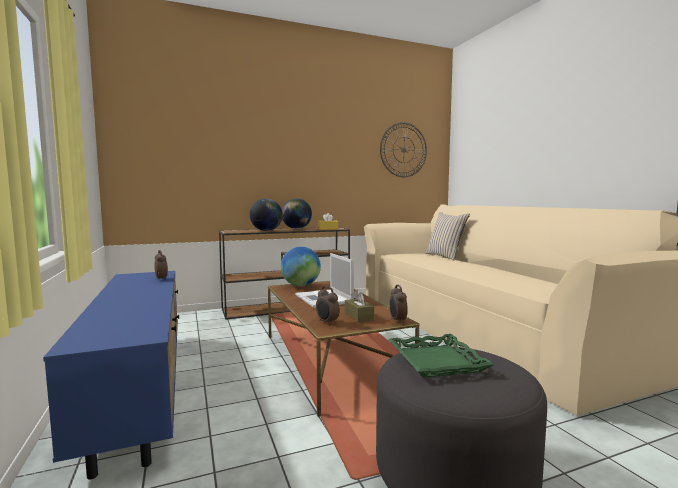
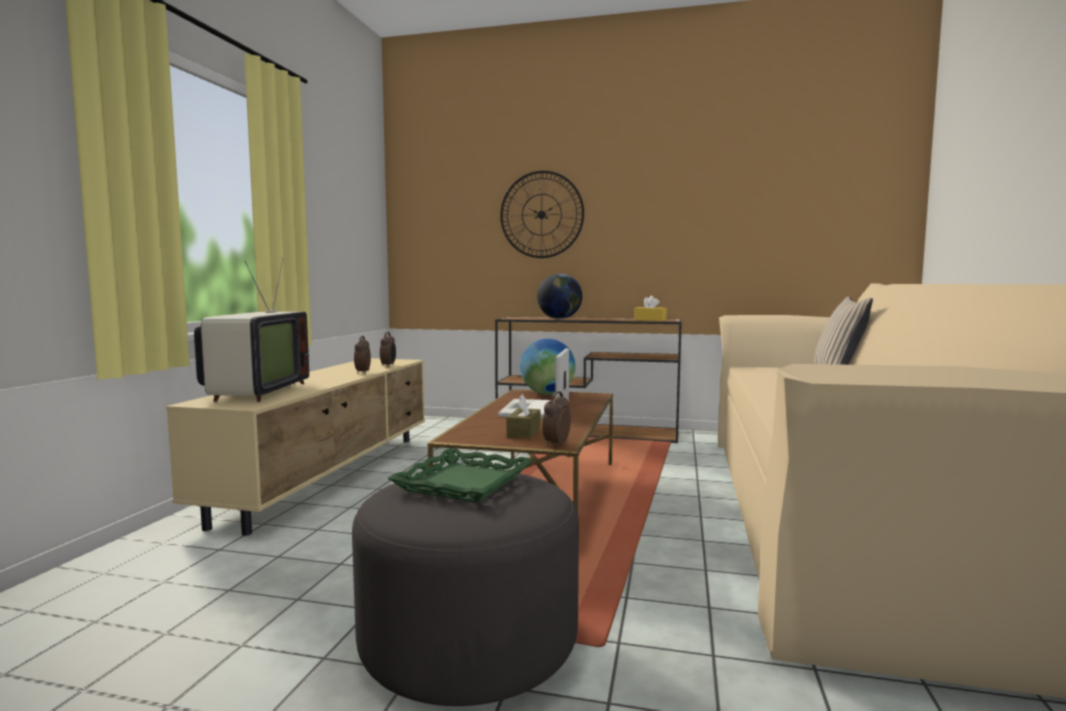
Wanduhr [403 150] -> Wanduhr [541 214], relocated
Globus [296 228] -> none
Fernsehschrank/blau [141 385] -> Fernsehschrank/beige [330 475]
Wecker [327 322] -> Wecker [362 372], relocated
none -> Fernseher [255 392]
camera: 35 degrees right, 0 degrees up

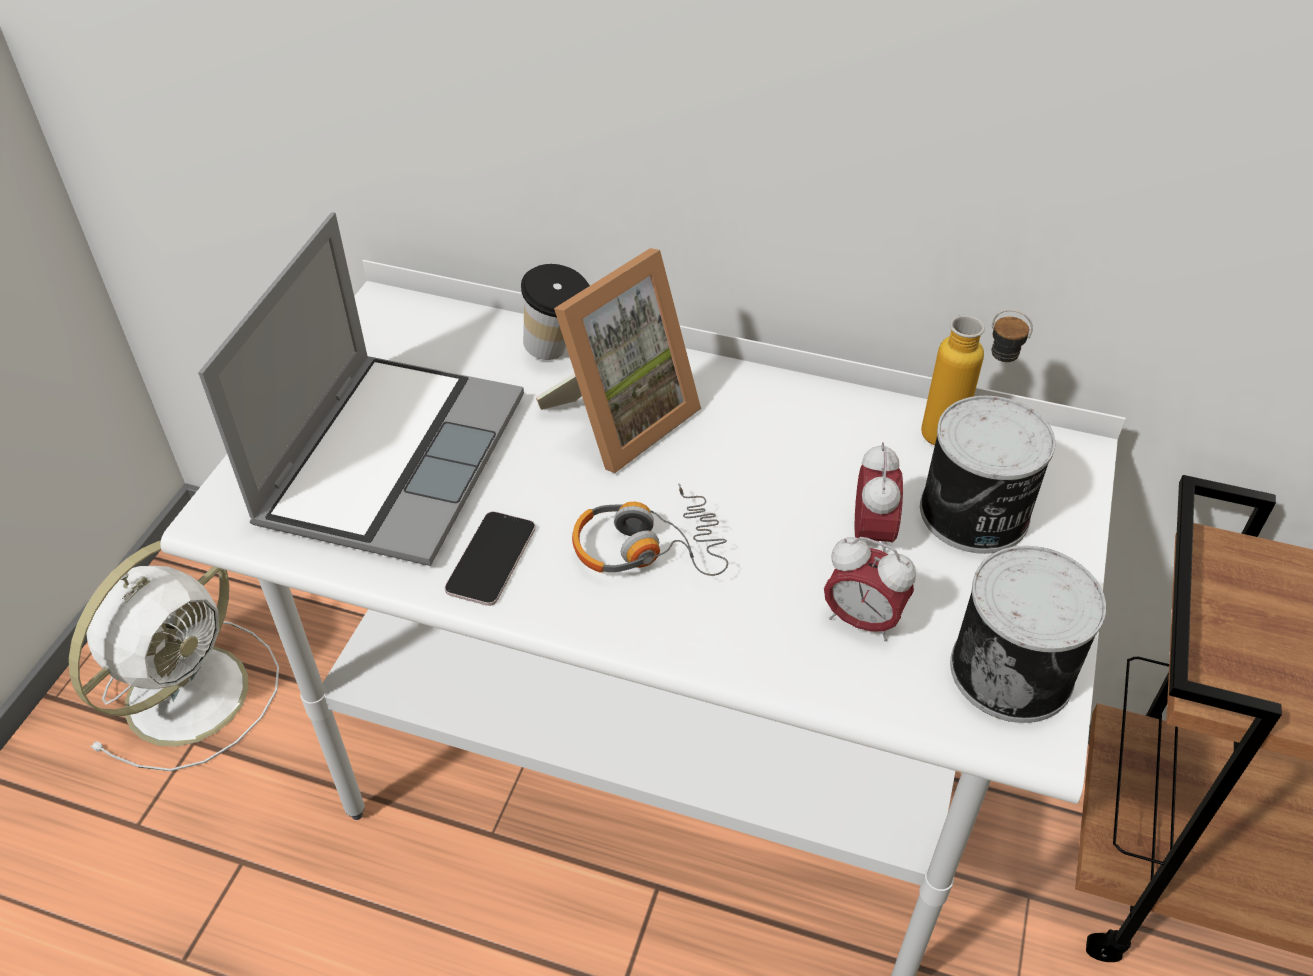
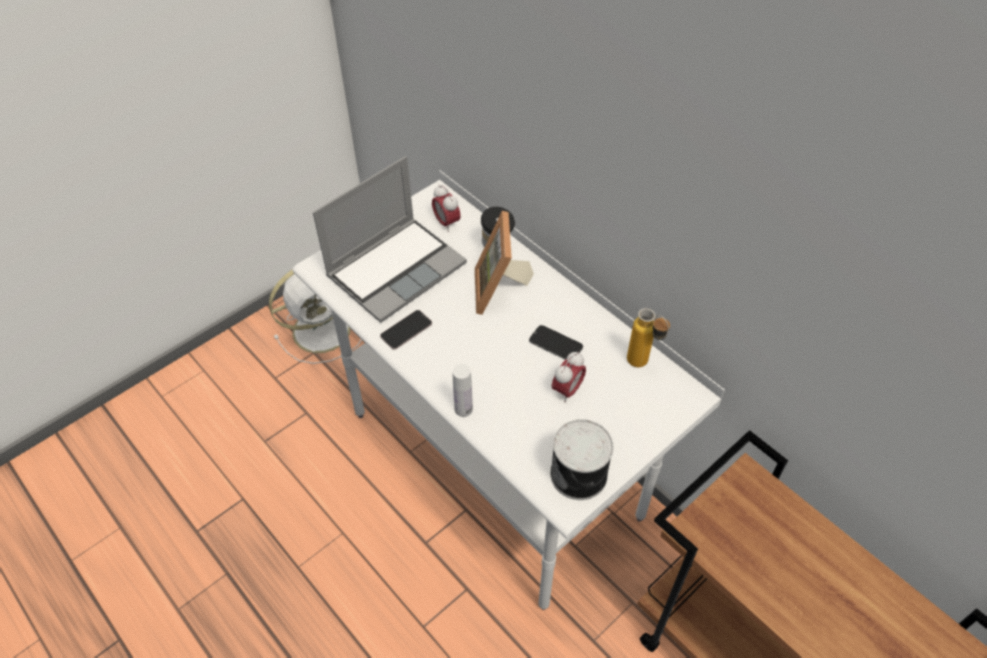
Bilderrahmen [620 418] -> Bilderrahmen [500 290], 105 degrees clockwise
Dose [975 515] -> none
Kopfhörer [648 548] -> none
Wecker [861 620] -> Wecker [446 223], relocated
none -> Handy [555 344]
none -> Flasche/weiß [463 409]
camera: 30 degrees right, 5 degrees up

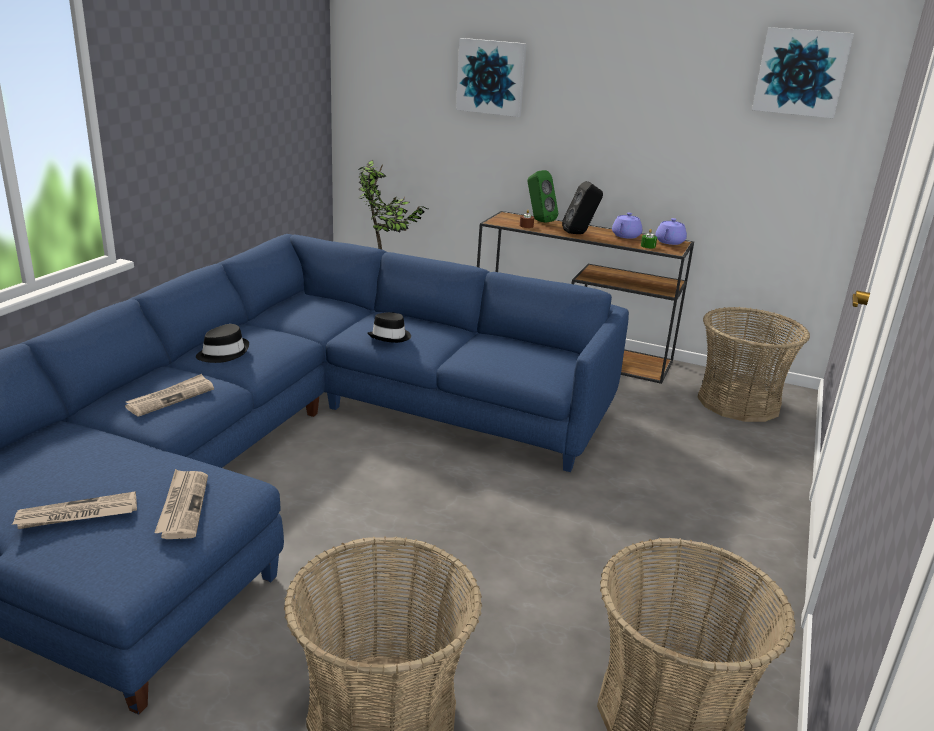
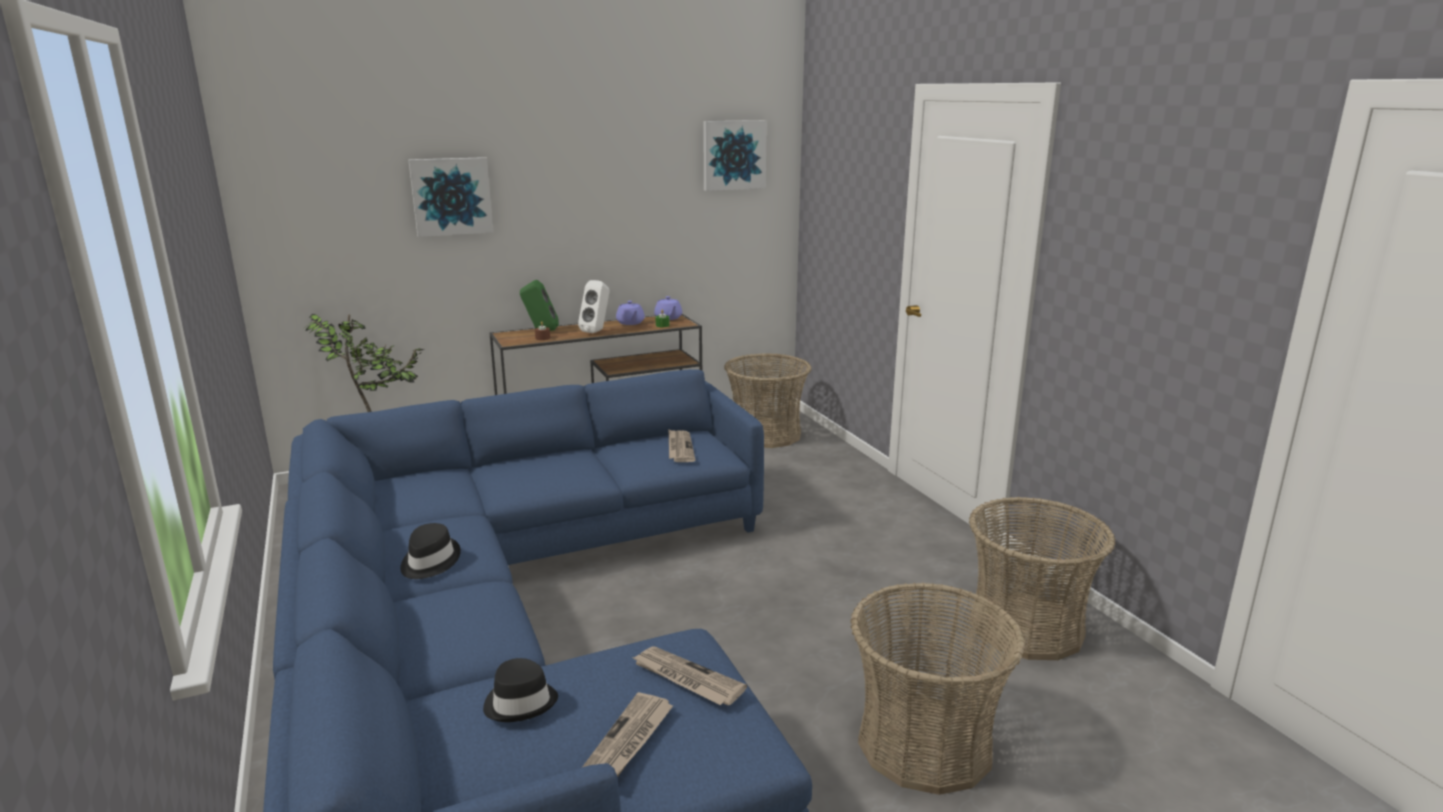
Lautsprecher/schwarz [580 234] -> Lautsprecher/weiß [597 331]
Hut/schwarz [390 336] -> Hut/schwarz [521 702], relocated
Zeitung [171 397] -> Zeitung [679 448], relocated
camera: 45 degrees left, 5 degrees down

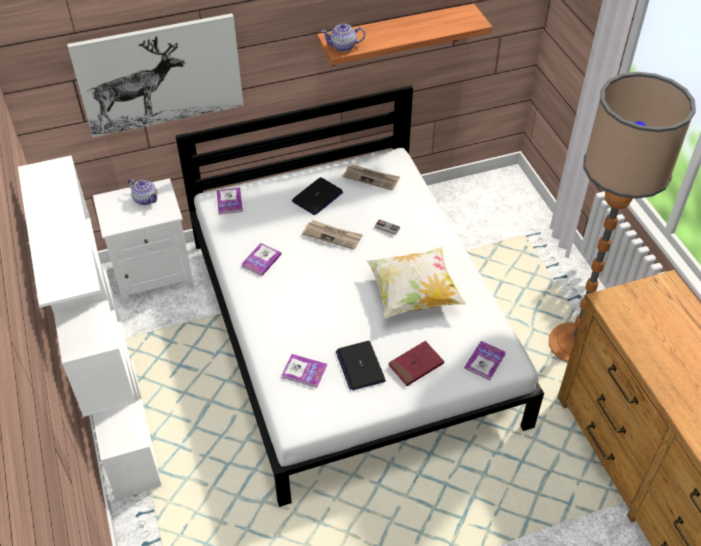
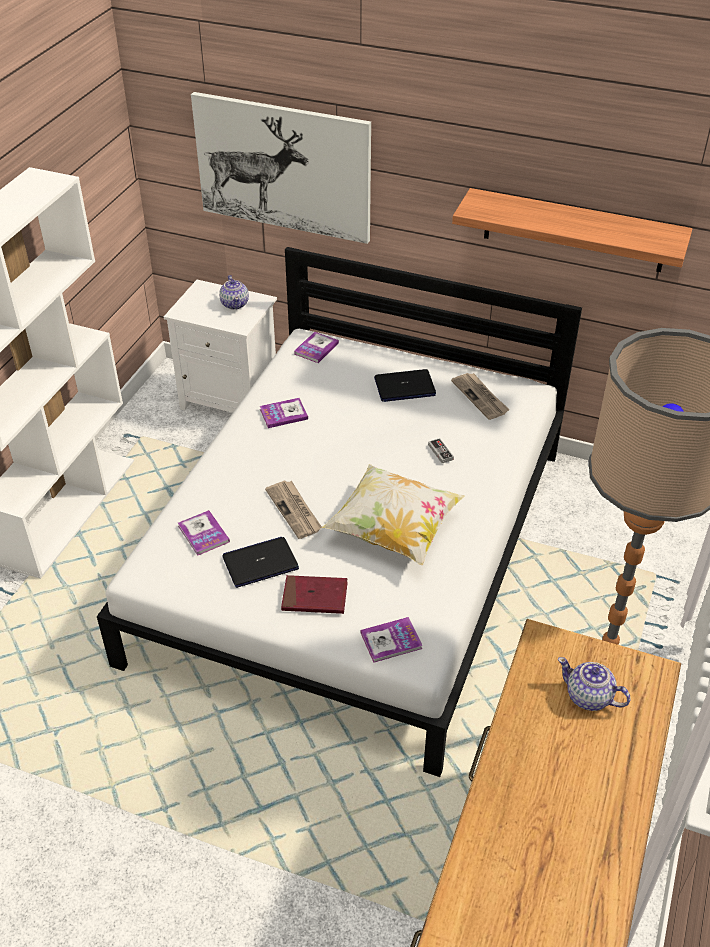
Teekanne [343 47] -> Teekanne [589 697], relocated
Zeitung [332 236] -> Zeitung [294 510], relocated
Laptop [360 366] -> Laptop [260 563], 45 degrees clockwise
camera: 40 degrees right, 5 degrees down

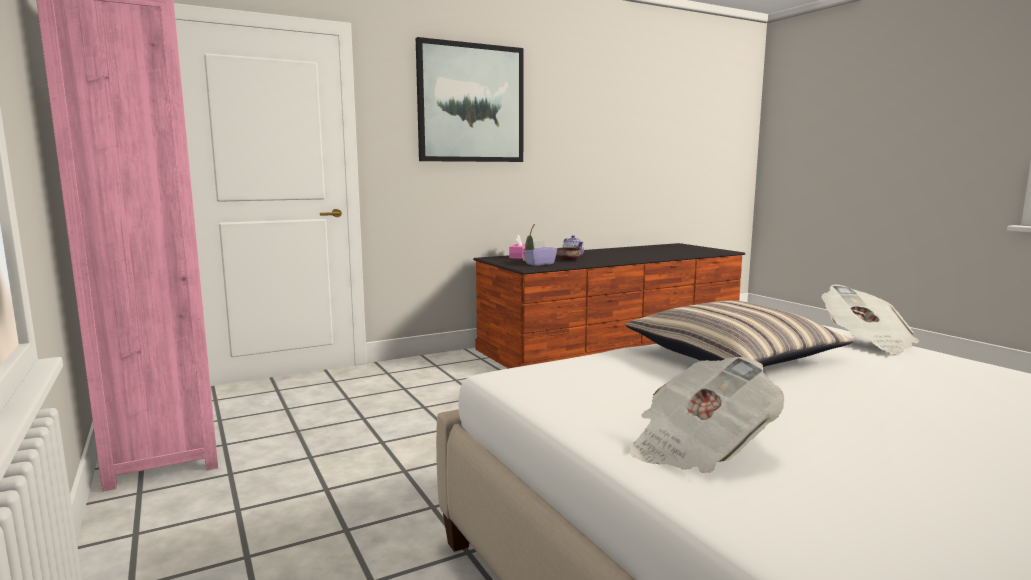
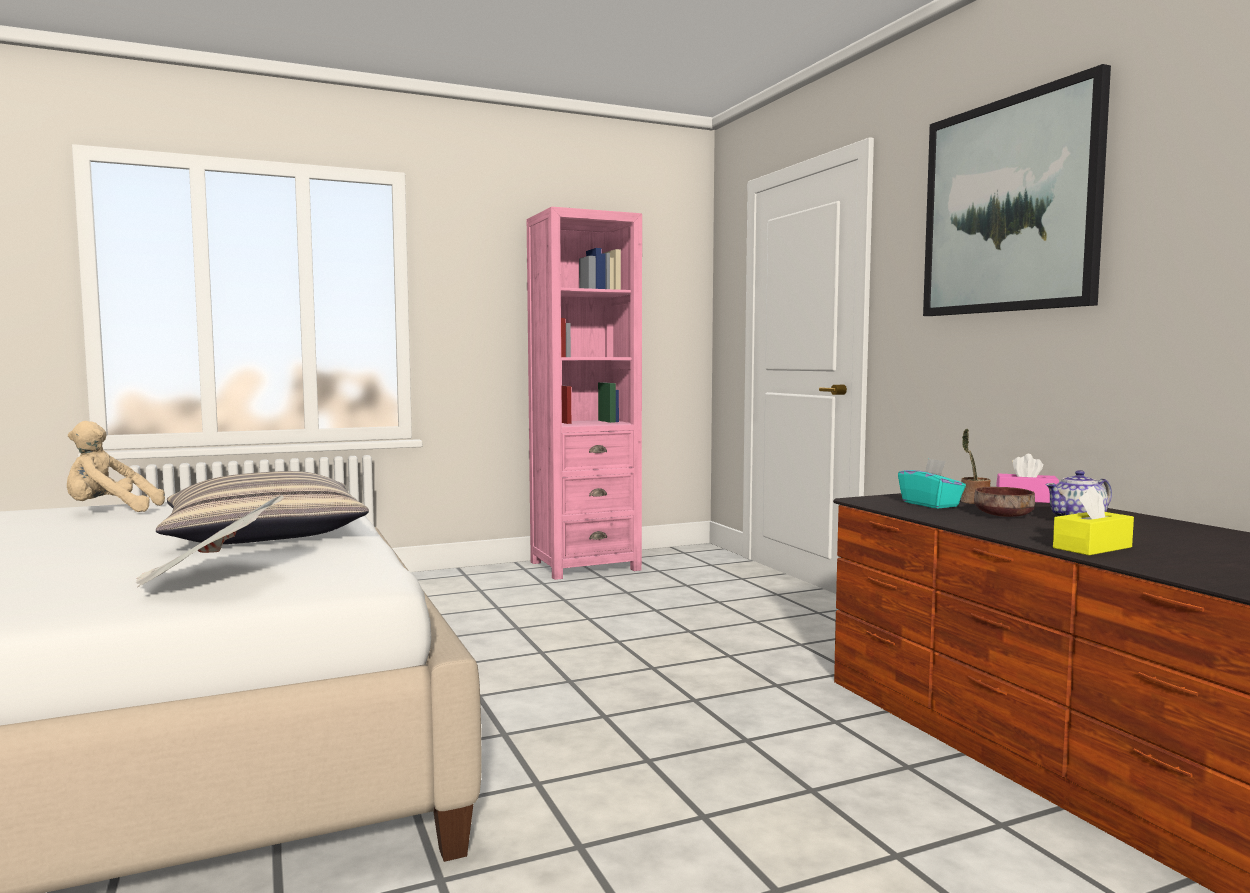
Taschentuchbox/lila [540 264] -> Taschentuchbox/türkis [930 504]
Zeitung [698 448] -> Plüschtier/beige [108 511]
none -> Taschentuchbox/gelb [1092 547]
camera: 95 degrees right, 5 degrees down

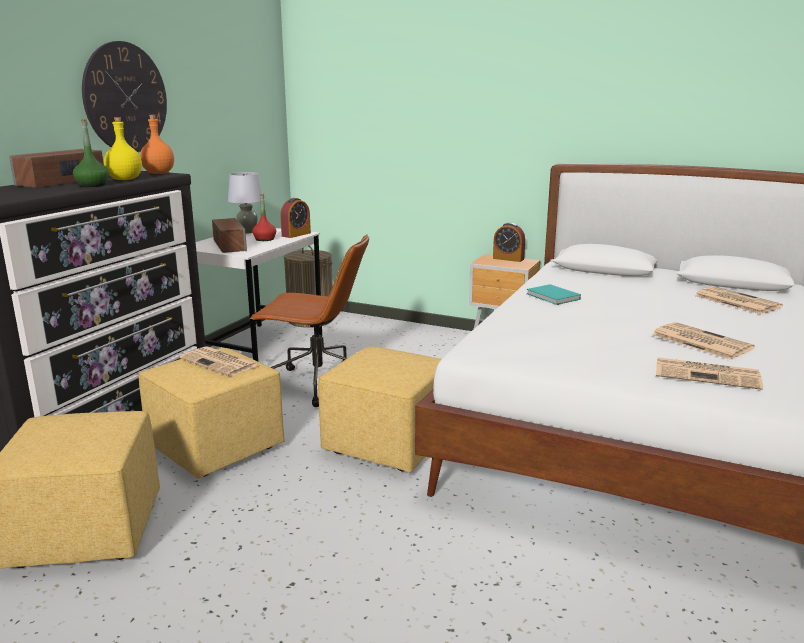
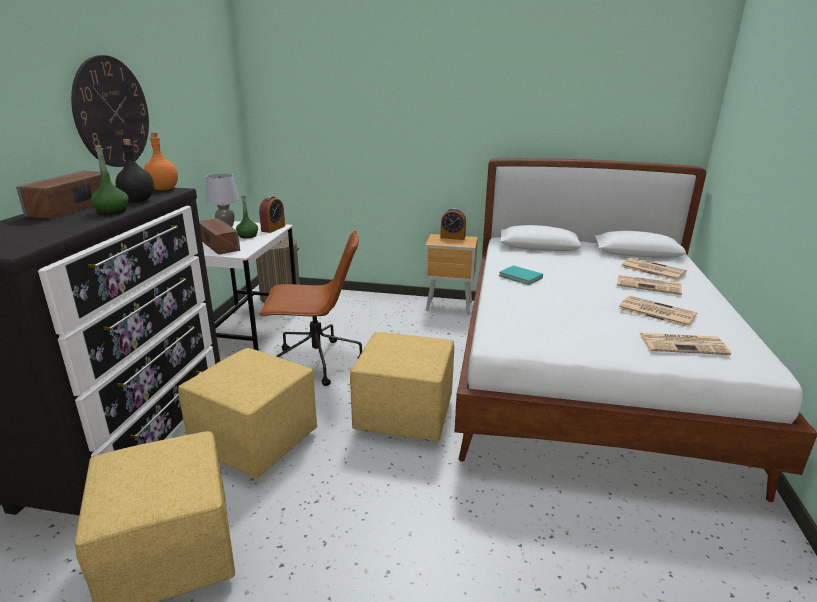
Flasche/gelb [125 179] -> Flasche/schwarz [138 200]
Flasche/rot [264 239] -> Flasche/grün [247 236]
Zeitung [221 362] -> Zeitung [649 285], relocated
camera: 15 degrees left, 5 degrees up

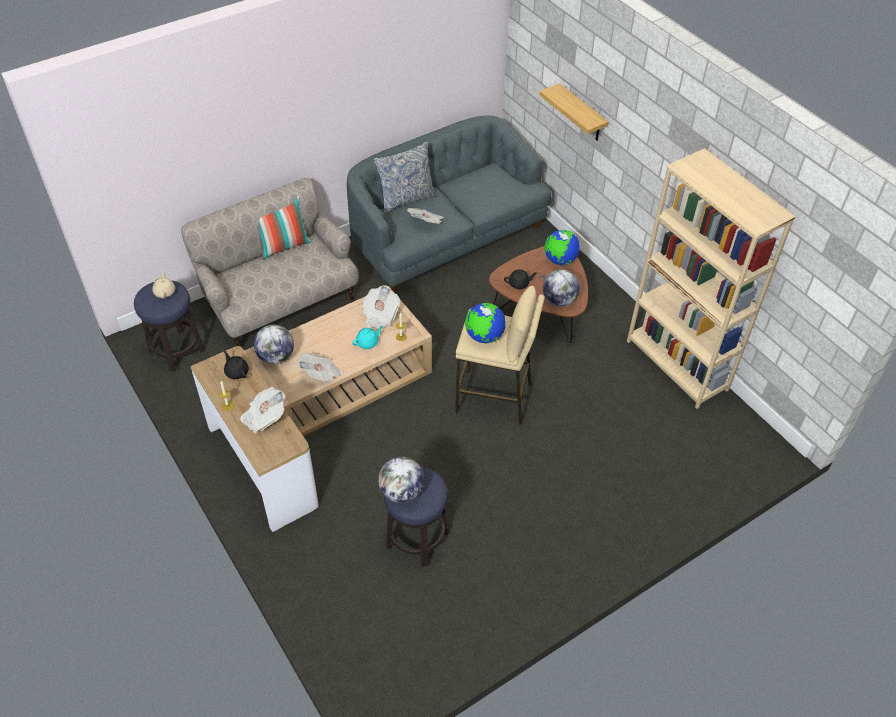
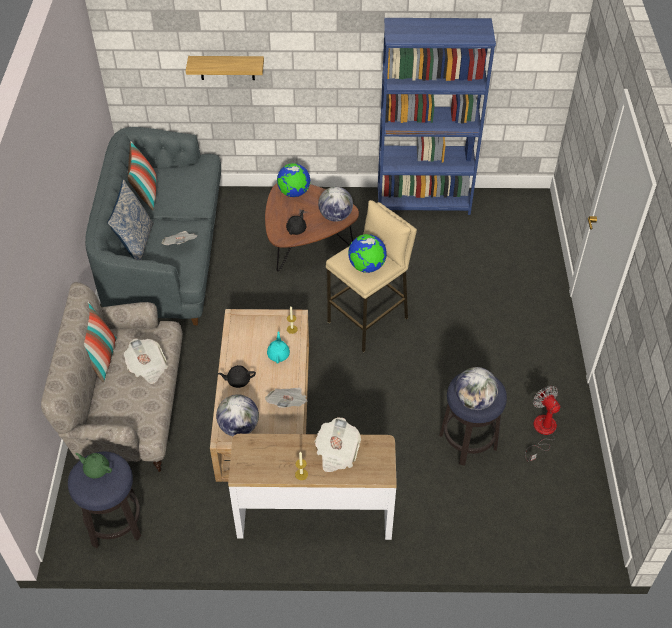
Bücherregal/beige [677 365] -> Bücherregal/blau [423 201]
Teekanne/beige [165 292] -> Teekanne/grün [96 469]
Zeitung [380 315] -> Zeitung [147 368], relocated
Teekanne/schwarz [236 372] -> Teekanne/schwarz [238 380], relocated
none -> Kissen [146 194]
none -> Ventilator [542 432]
camera: 55 degrees left, 0 degrees up

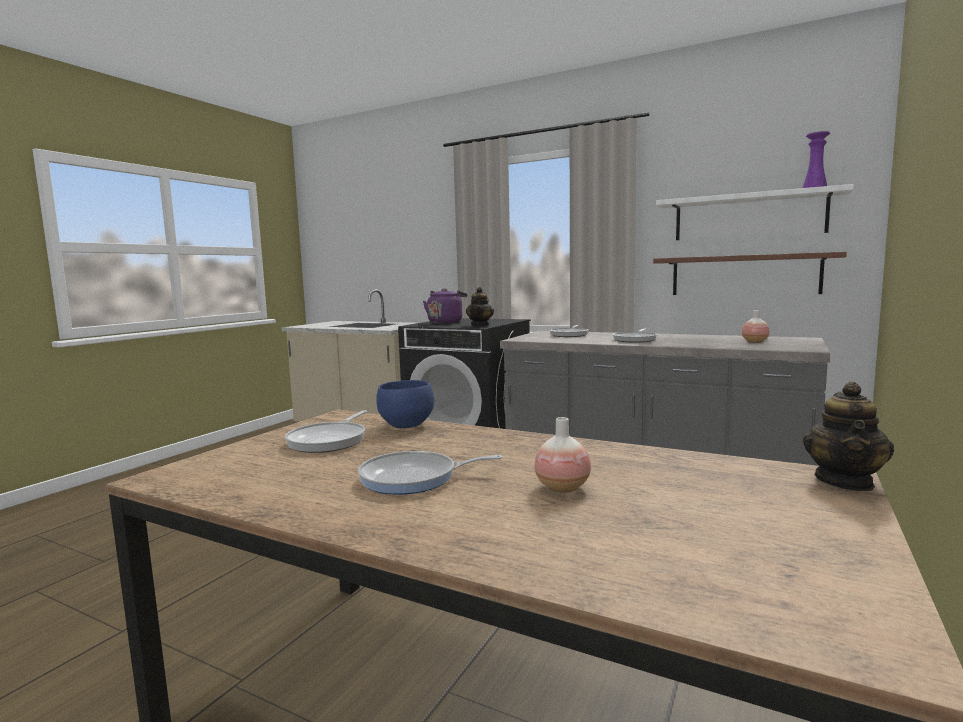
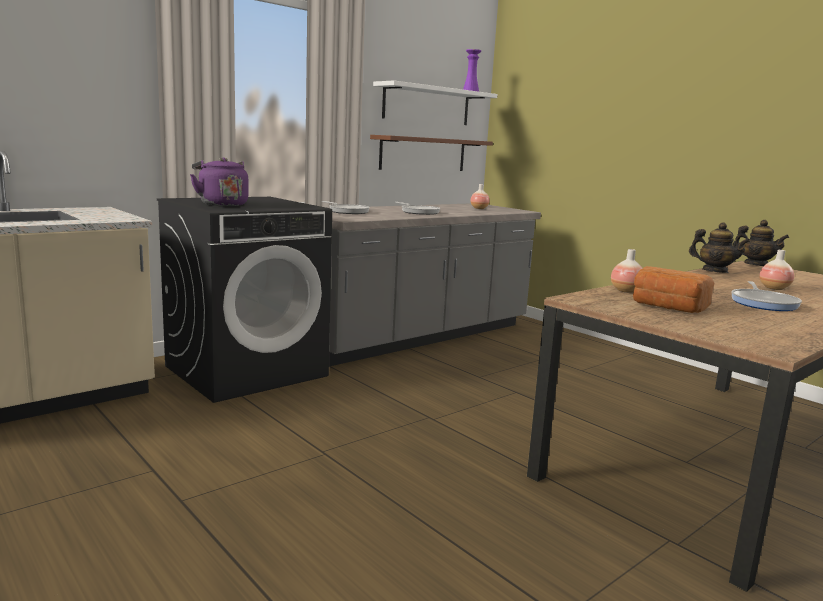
Teekanne [480 325] -> Teekanne [714 271], relocated
Schüssel/blau [405 425] -> Vase [626 291]
Pfanne [330 440] -> Brot [667 308]
camera: 70 degrees left, 5 degrees up

